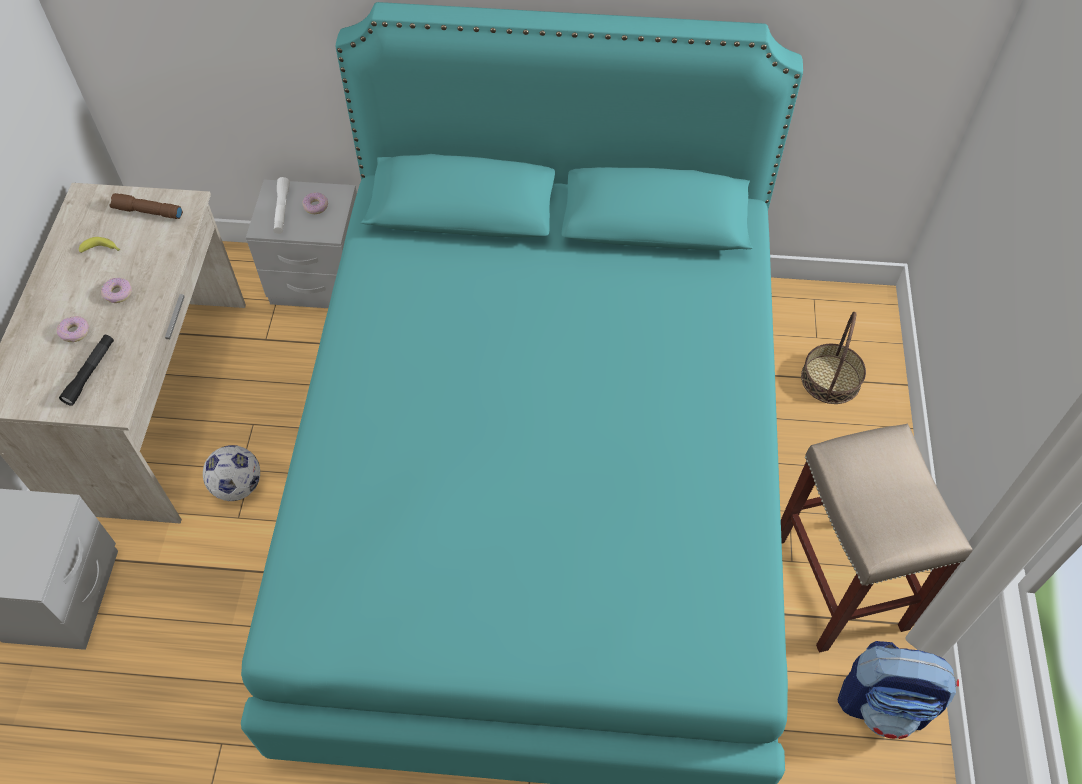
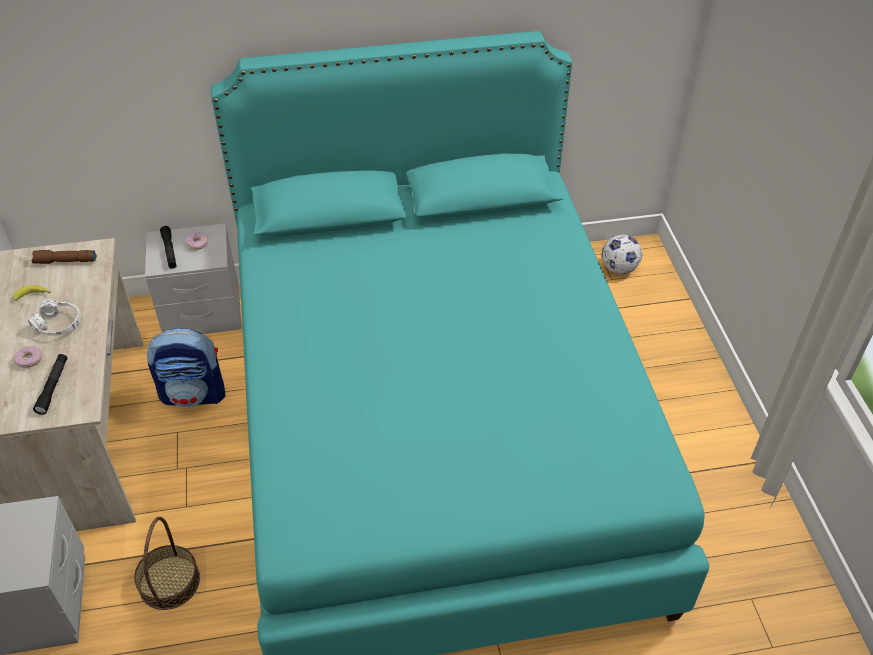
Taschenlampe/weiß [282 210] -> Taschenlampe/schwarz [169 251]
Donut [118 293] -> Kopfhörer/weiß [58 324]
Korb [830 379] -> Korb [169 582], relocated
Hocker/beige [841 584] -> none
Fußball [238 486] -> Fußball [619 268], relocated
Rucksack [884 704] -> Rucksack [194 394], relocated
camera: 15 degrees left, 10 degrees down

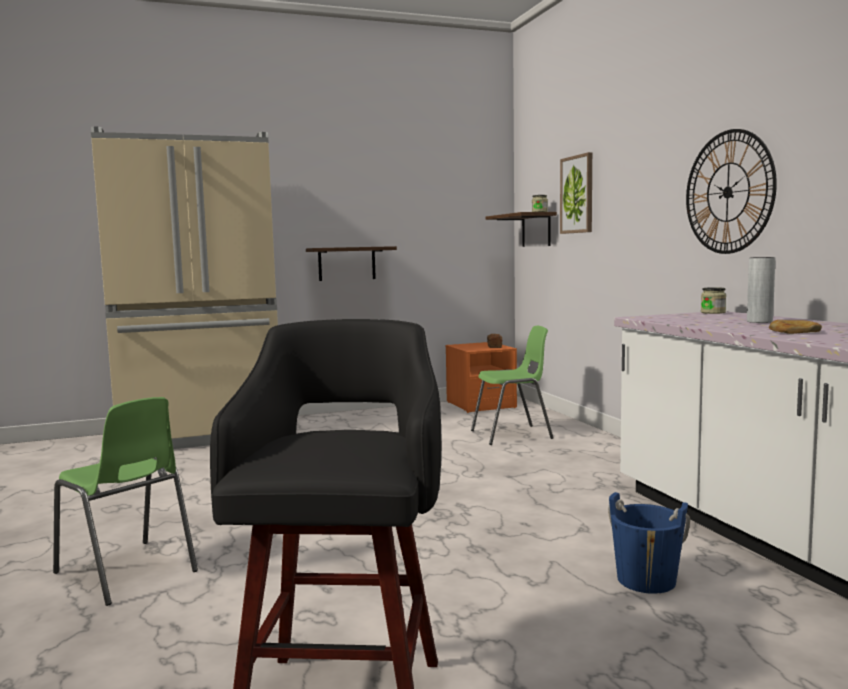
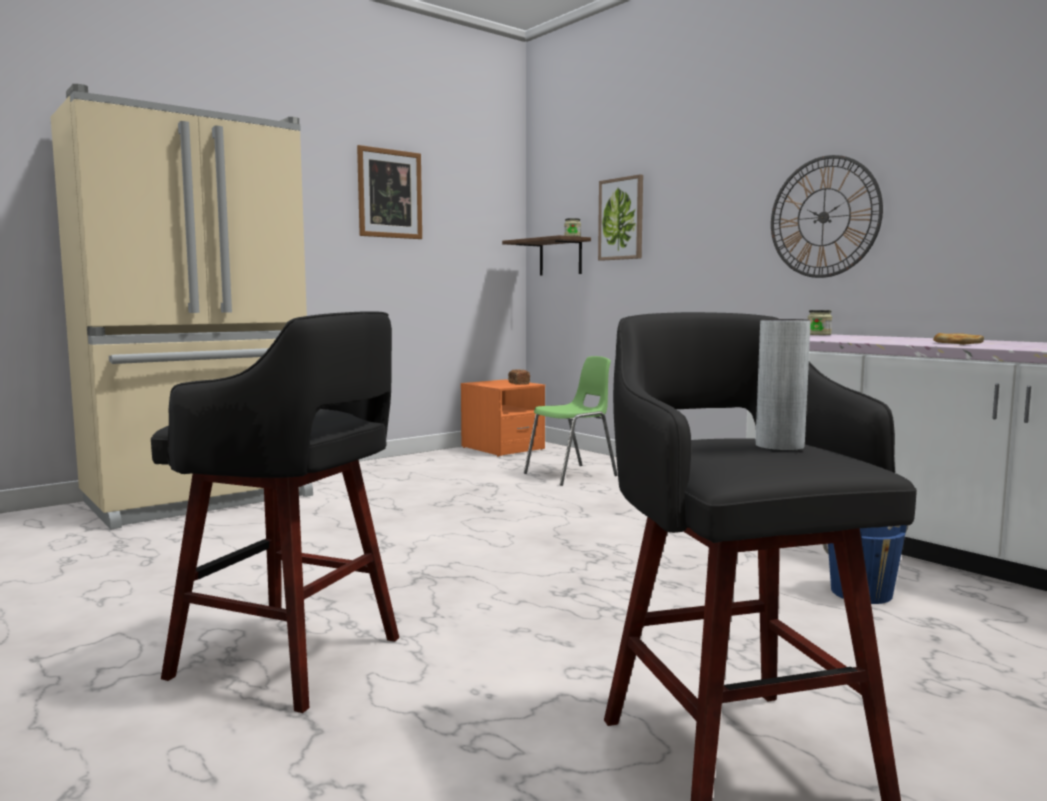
Wandregal [347 263] -> none
Vase/grau [759 322] -> Vase/grau [779 446], relocated
Stuhl/grün [127 572] -> Hocker/schwarz [293 659]
none -> Bild [390 194]
camera: 20 degrees left, 0 degrees up

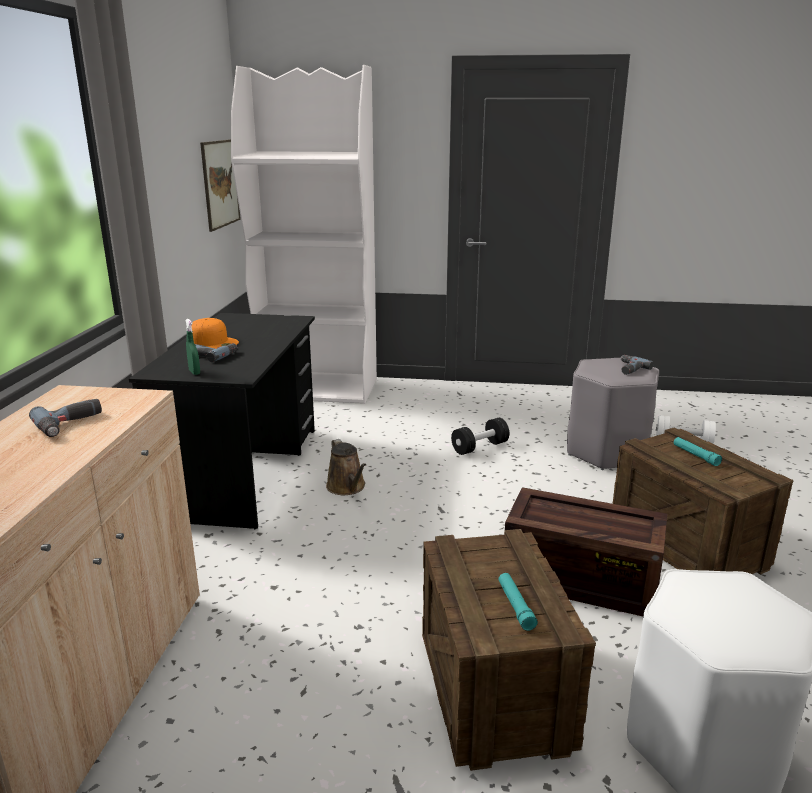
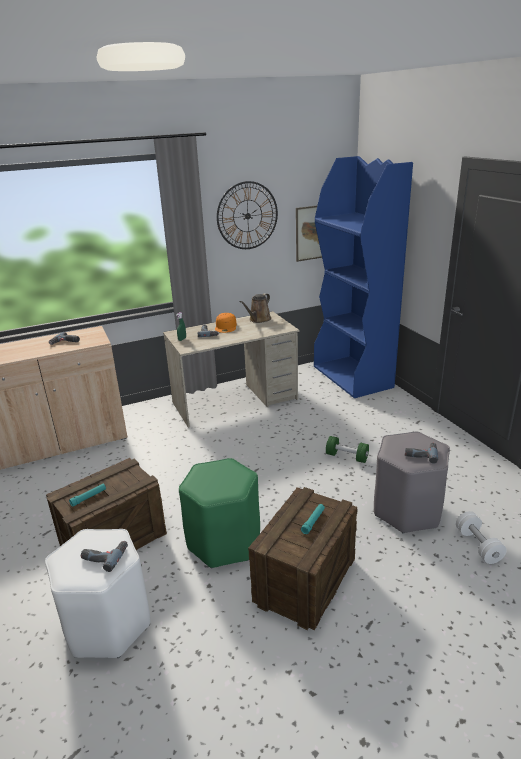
Bücherregal/weiß [317 388] -> Bücherregal/blau [353 377]
Schreibtisch/schwarz [244 471] -> Schreibtisch/beige [235 401]
Hantel/schwarz [480 447] -> Hantel/grün [347 457]
Gießkanne/braun [347 487] -> Gießkanne/braun [258 320], relocated
Kiste [577 580] -> Hocker/grün [223 541]
none -> Wanduhr [247 216]
none -> Bohrmaschine [105 556]
camera: 60 degrees right, 5 degrees up

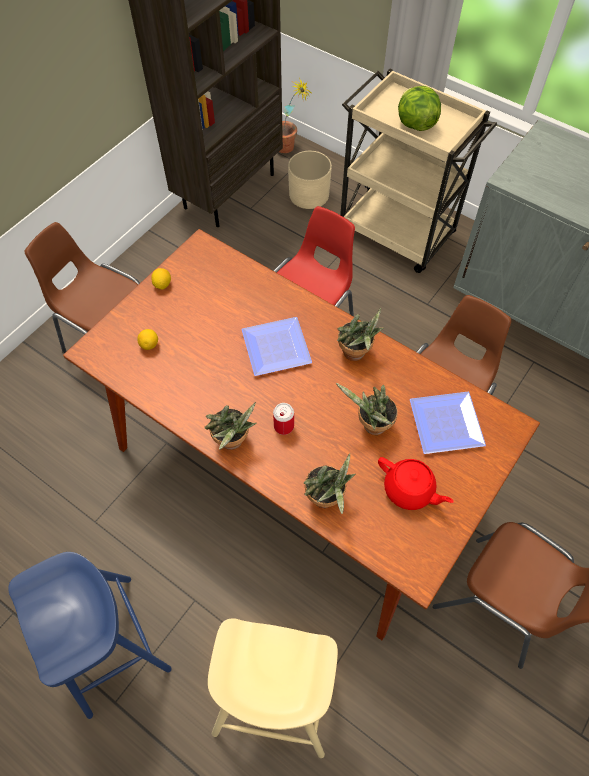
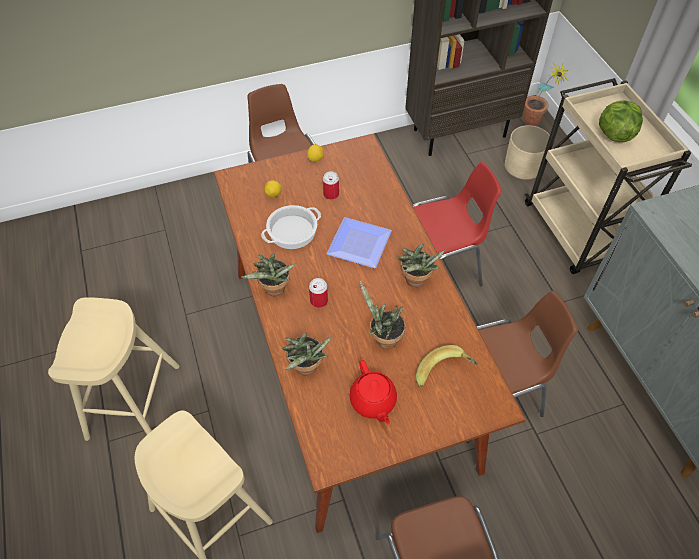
Teller [448 426] -> Banane [444 375]
Hocker/blau [109 643] -> Hocker/beige [133 401]
none -> Dose [331 194]
none -> Kochtopf [292 230]
camera: 35 degrees right, 5 degrees down

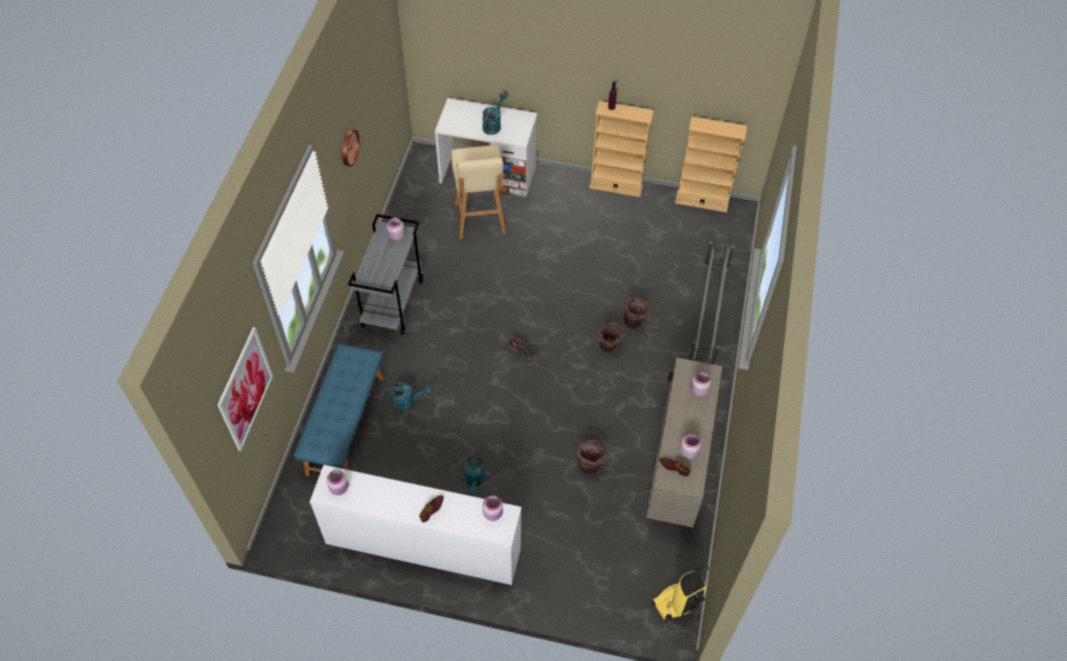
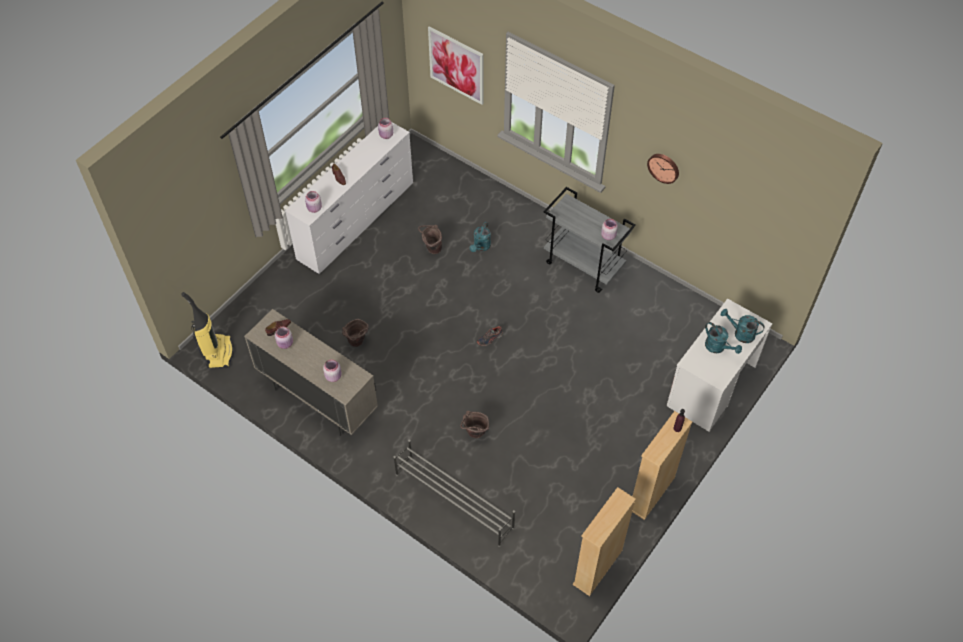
Hocker/beige [480 219] -> none
Eimer/braun [608 349] -> Eimer/braun [431 249], relocated
Bank/blau [345 424] -> none
Gießkanne/türkis [475 480] -> Gießkanne/türkis [740 333], relocated
camera: 115 degrees right, 0 degrees up

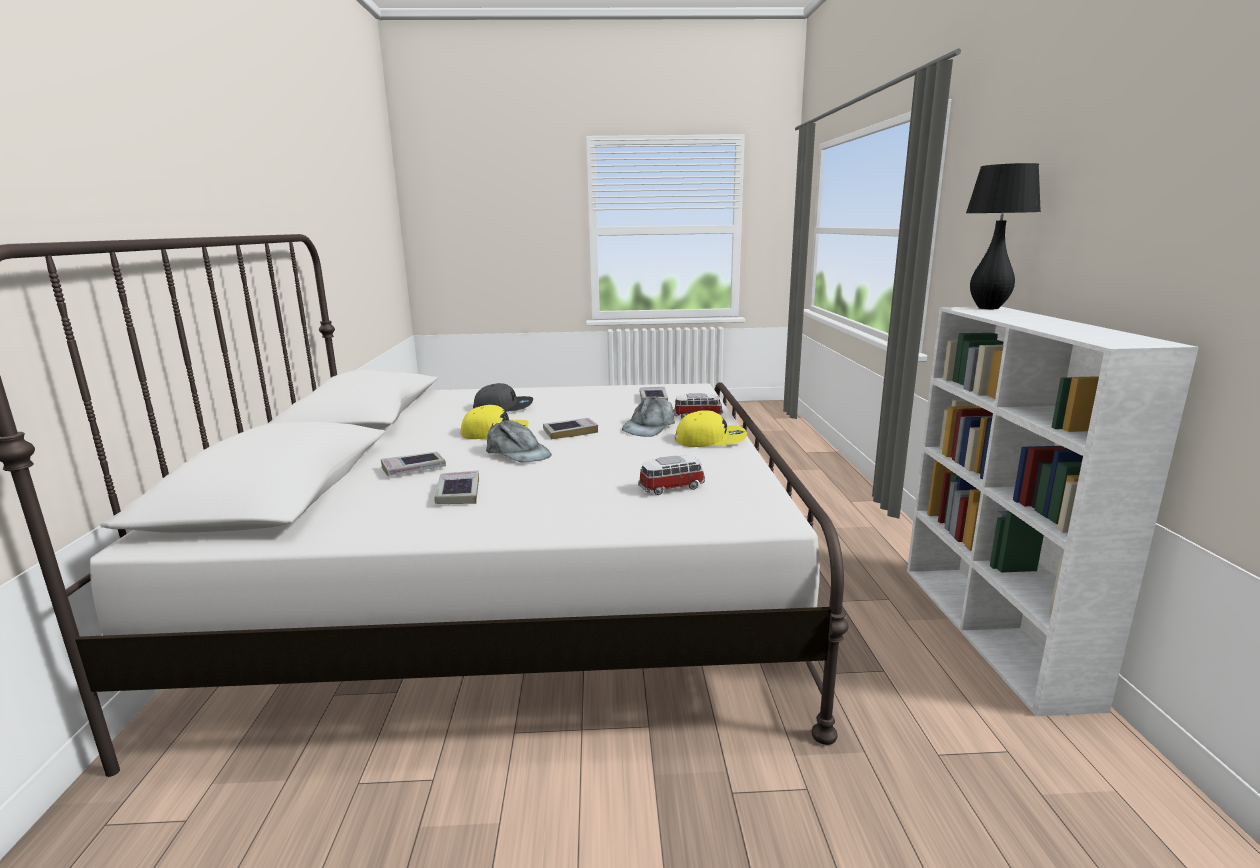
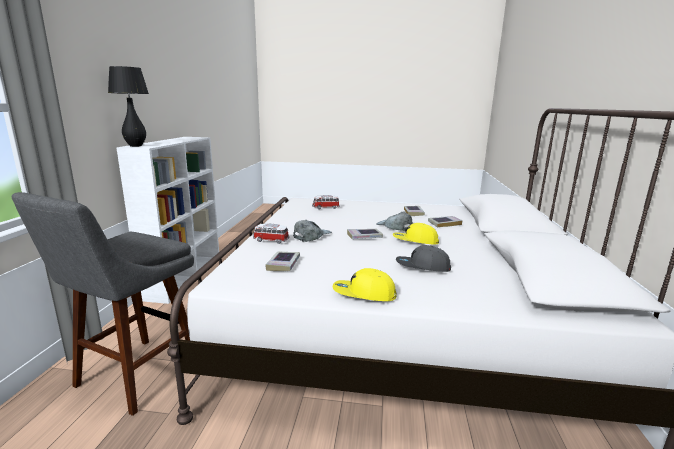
Kappe/gelb [710 439] -> Kappe/gelb [364 294], relocated
none -> Hocker/grau [134 377]
camera: 170 degrees left, 0 degrees up

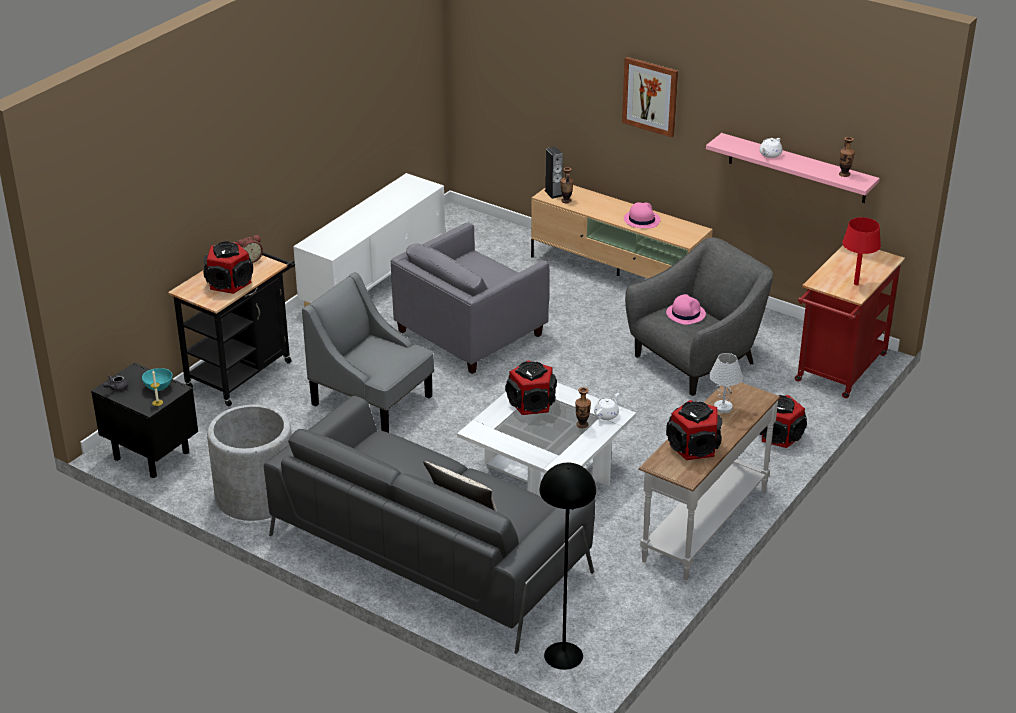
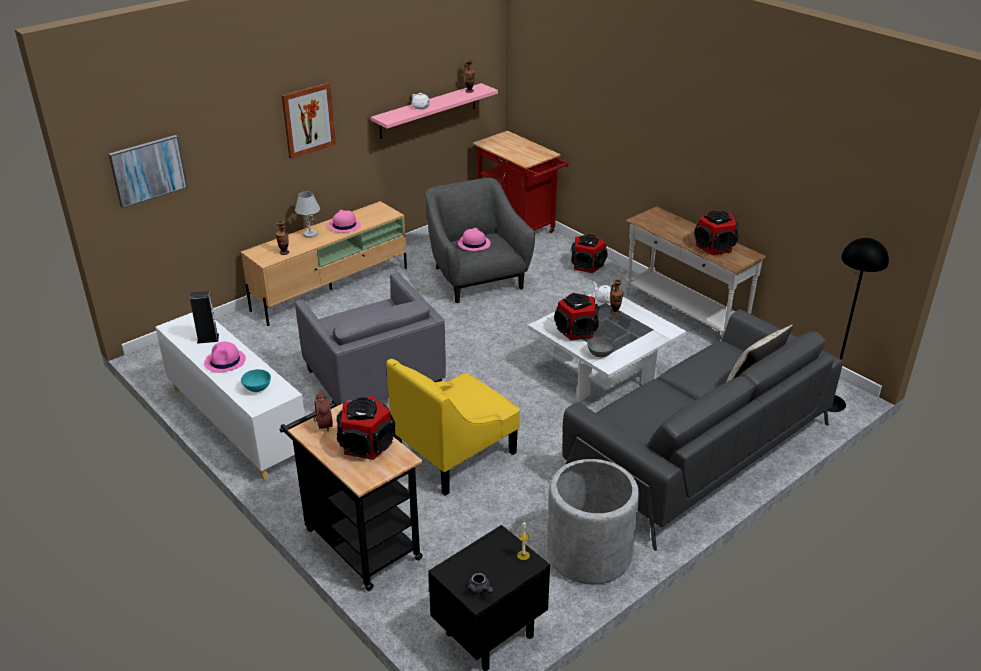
Lautsprecher [553 193] -> Lautsprecher [208 338], relocated
Tischlampe/rot [856 283] -> none
Sessel/grau [372 400] -> Sessel/gelb [455 453]
Tischlampe/weiß [723 408] -> Tischlampe/weiß [310 234], relocated
Schüssel/türkis [157 387] -> Schüssel/türkis [257 389], relocated
none -> Bild [148 170]
none -> Schüssel/grau [600 354]
none -> Hut/rosa [225 362]
camera: 75 degrees left, 0 degrees up

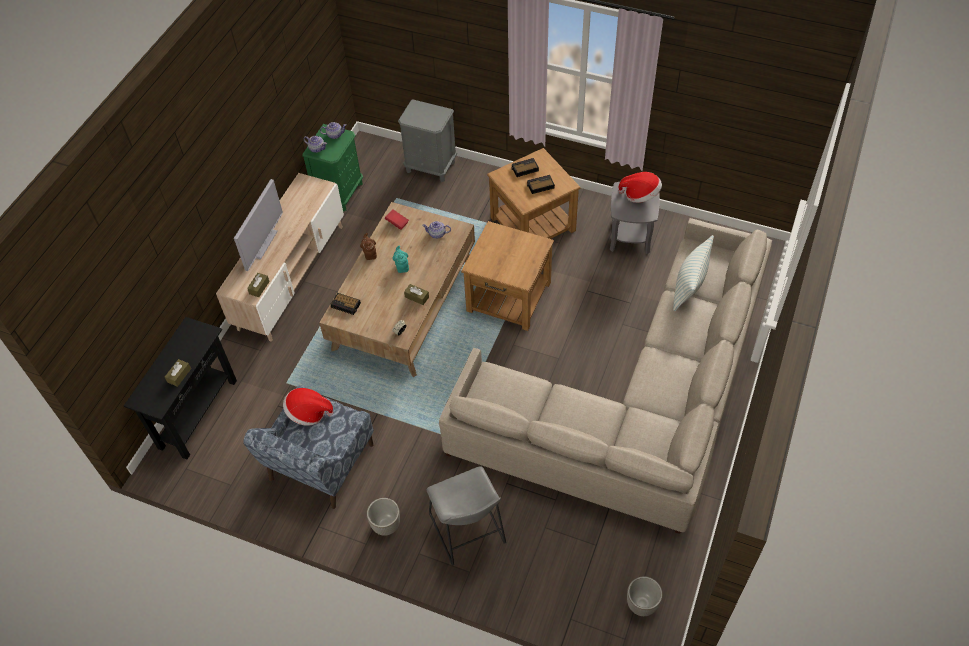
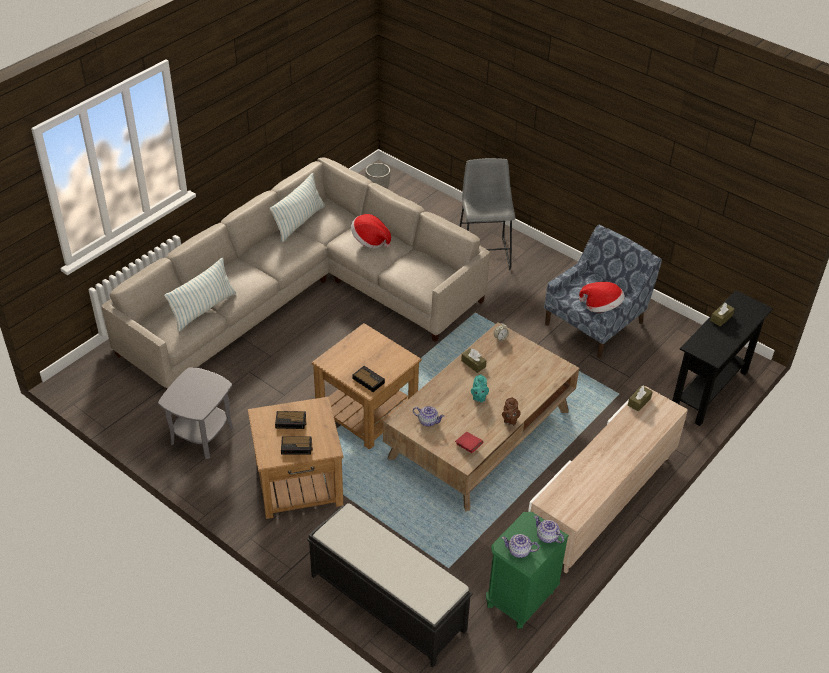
Nachttisch/grau [431 167] -> Bank/schwarz [386 602]
Hut [640 195] -> Hut [370 240], relocated
Fernseher [263 243] -> none
Wecker [346 305] -> Wecker [368 380], relocated
Pflanzkübel [386 525] -> none
none -> Kissen [299 222]
camera: 165 degrees left, 10 degrees down

